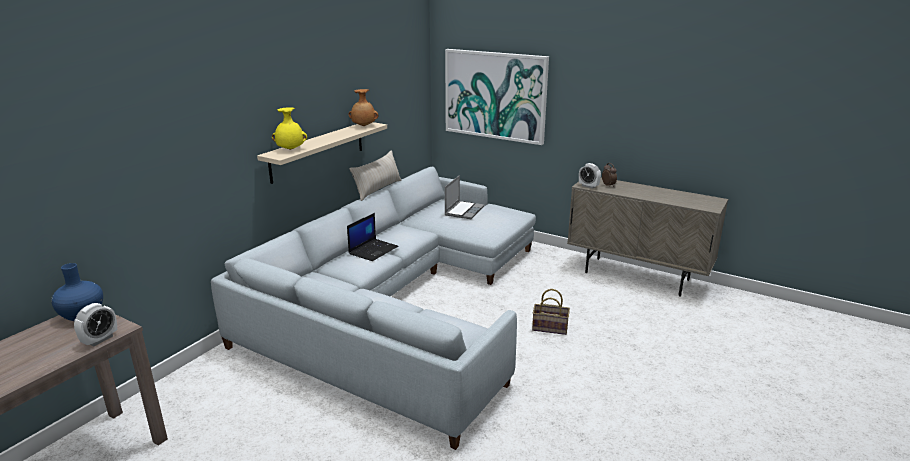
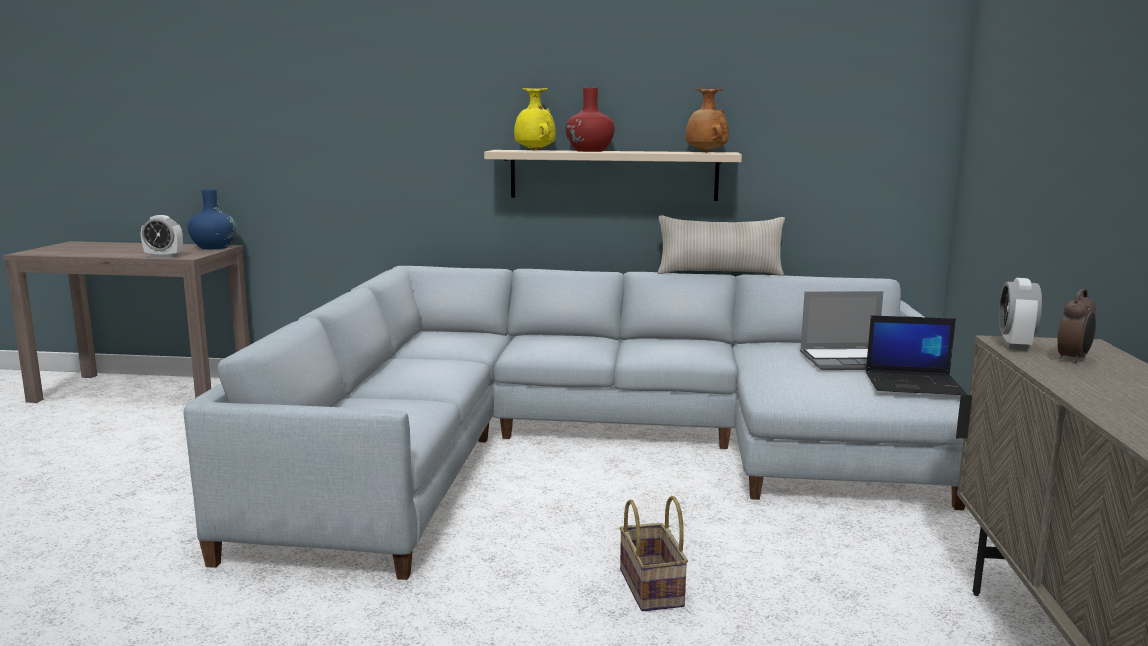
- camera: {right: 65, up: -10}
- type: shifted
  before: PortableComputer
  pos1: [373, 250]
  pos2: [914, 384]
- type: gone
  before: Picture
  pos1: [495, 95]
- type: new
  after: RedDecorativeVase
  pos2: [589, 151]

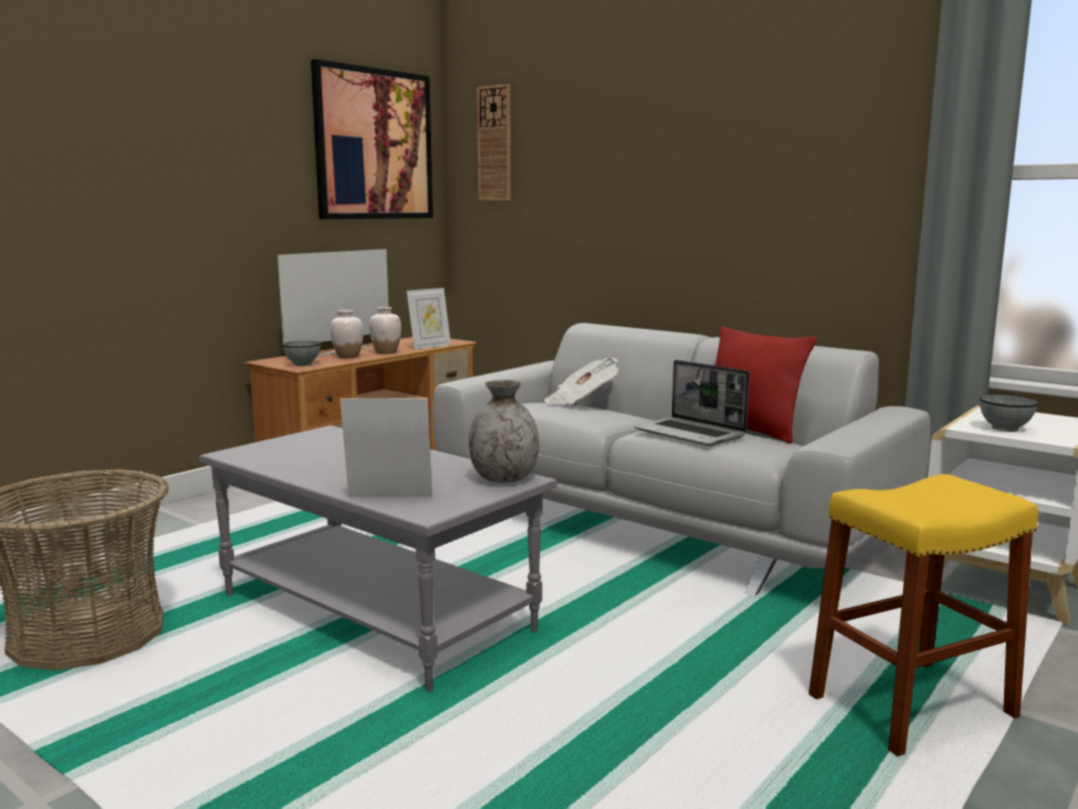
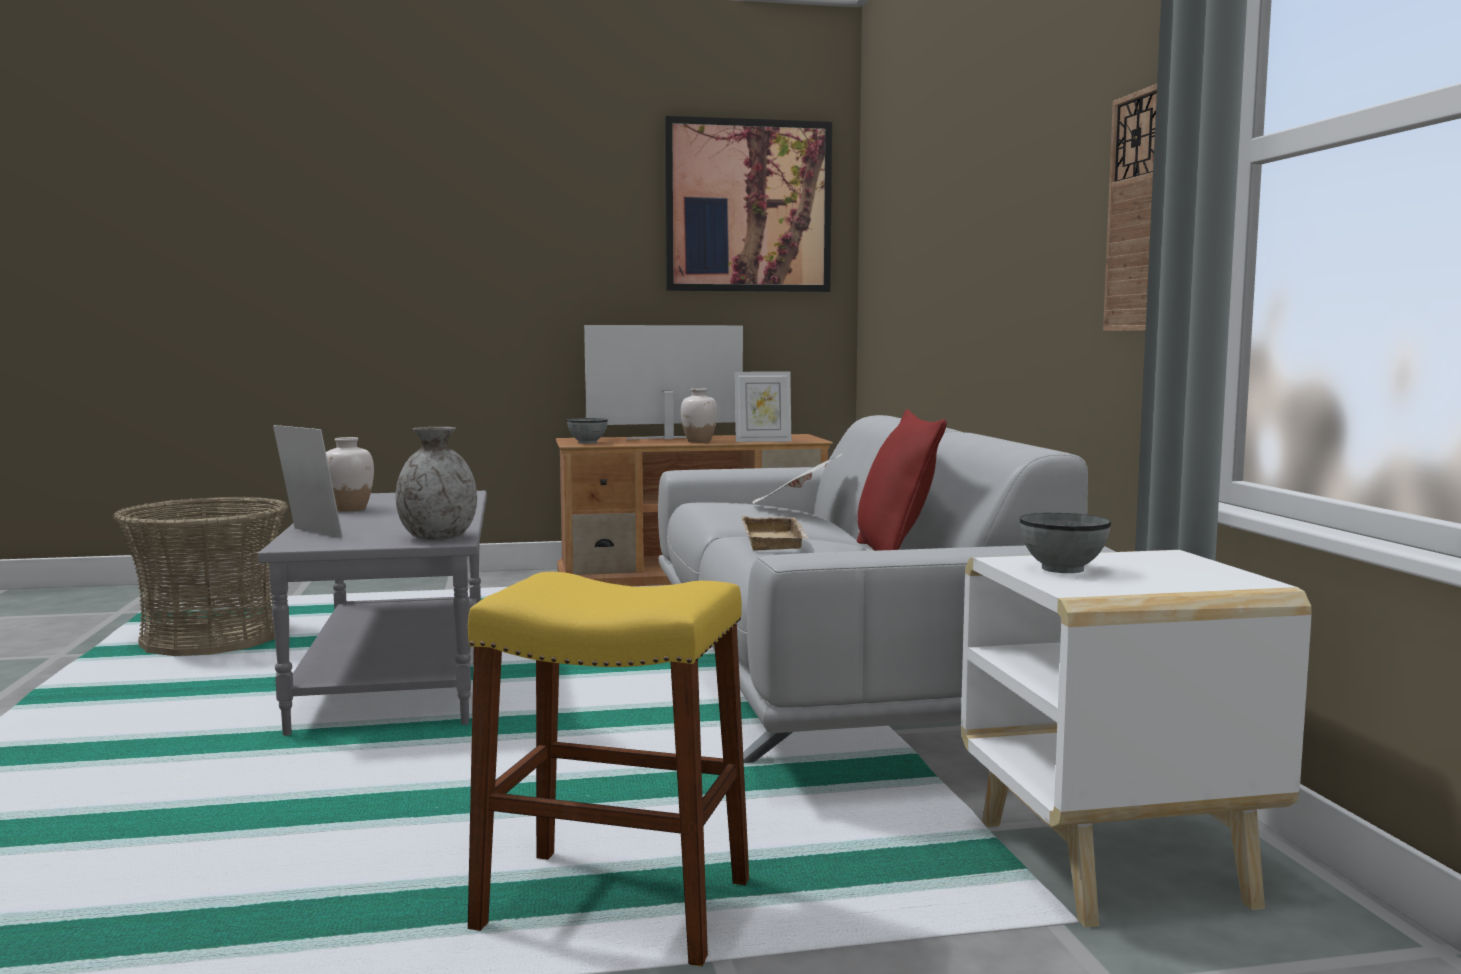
- camera: {right: 40, up: -5}
- type: shifted
  before: WhitishDecorativeVase
  pos1: [348, 357]
  pos2: [349, 509]
- type: shifted
  before: WallClock
  pos1: [495, 143]
  pos2: [1136, 213]
- type: swapped
  before: PortableComputer
  after: SandColouredCarryingTray
  pos1: [691, 434]
  pos2: [777, 541]

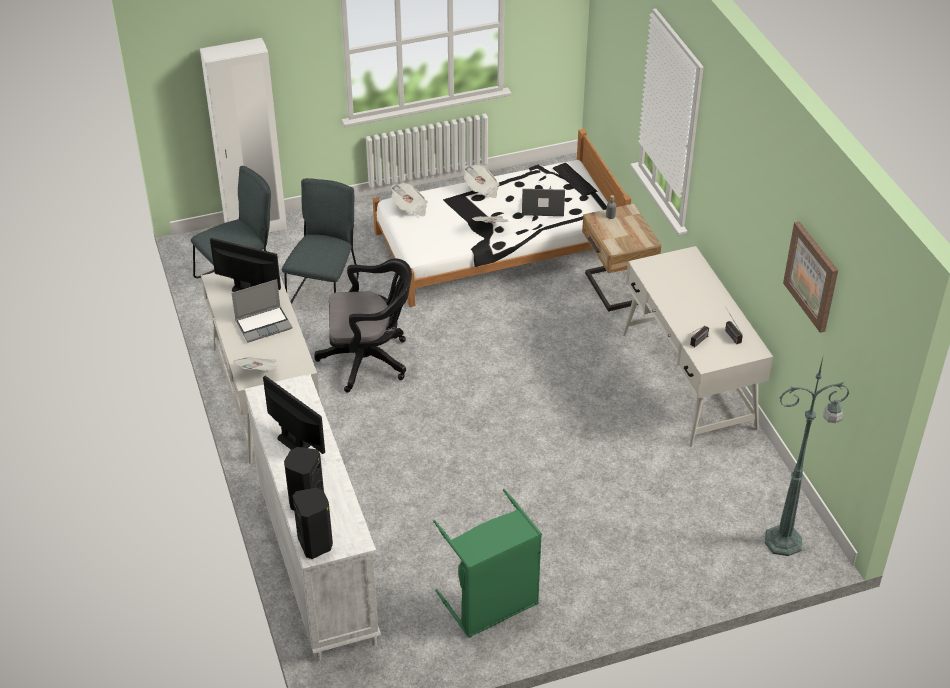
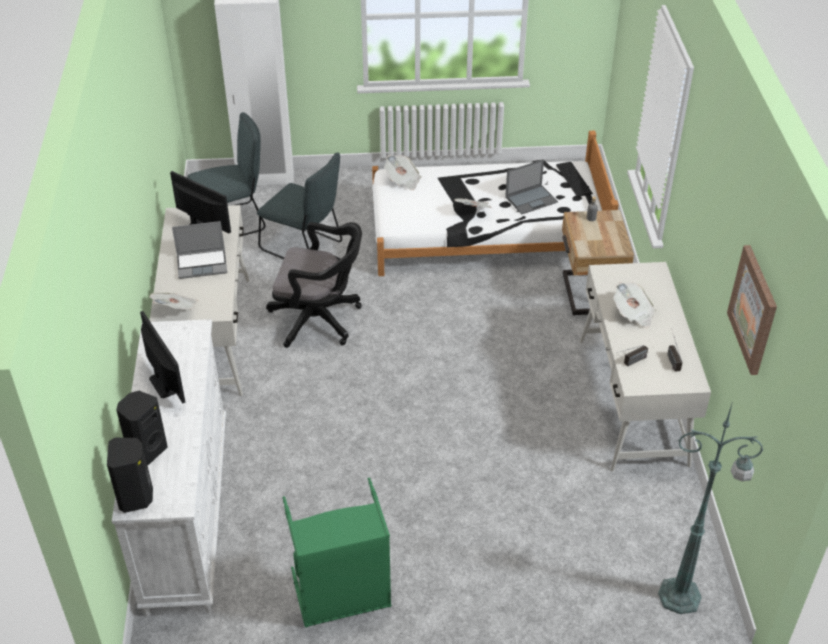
- camera: {right: 15, up: 0}
- type: rotated
  before: GreyishPlainChair
  pos1: [324, 291]
  pos2: [304, 247]
  turn: 90
- type: shifted
  before: Newspaper
  pos1: [482, 189]
  pos2: [633, 314]
- type: rotated
  before: PortableComputer
  pos1: [542, 206]
  pos2: [531, 199]
  turn: 135

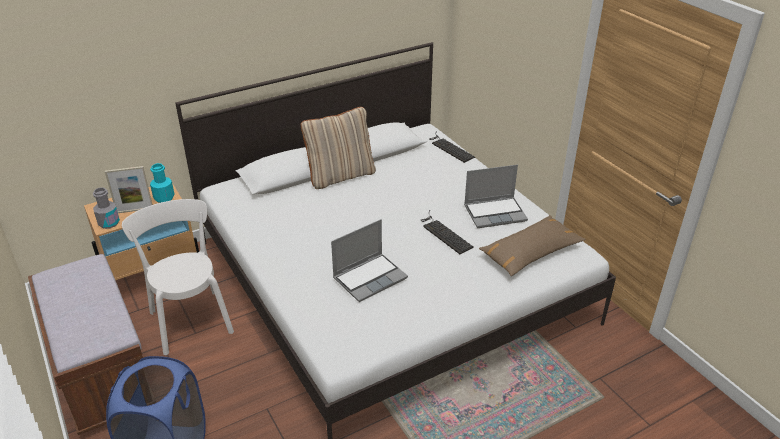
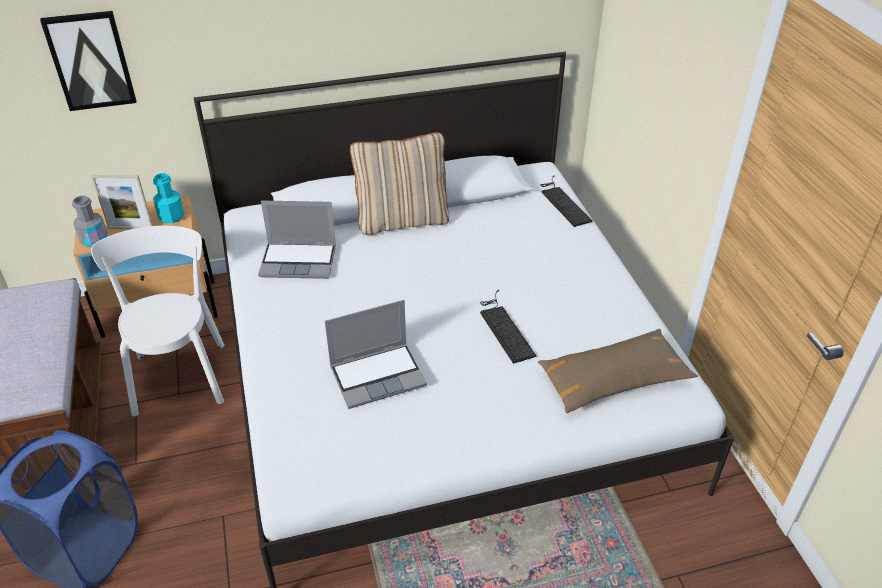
- camera: {right: 15, up: 5}
- type: shifted
  before: PortableComputer
  pos1: [495, 213]
  pos2: [299, 261]
- type: new
  after: Picture
  pos2: [90, 61]

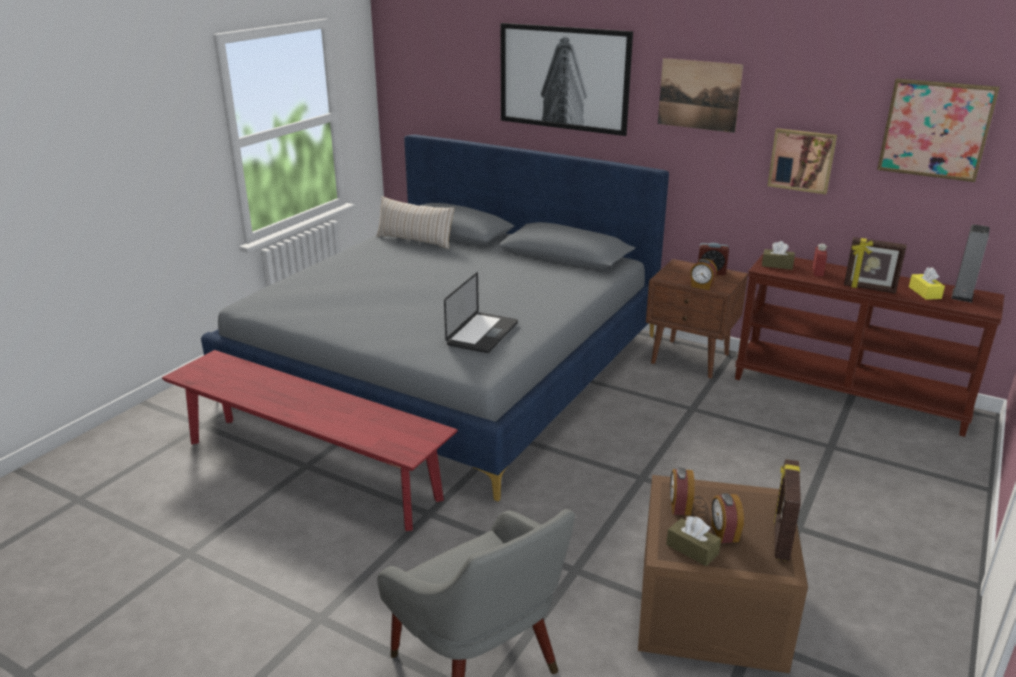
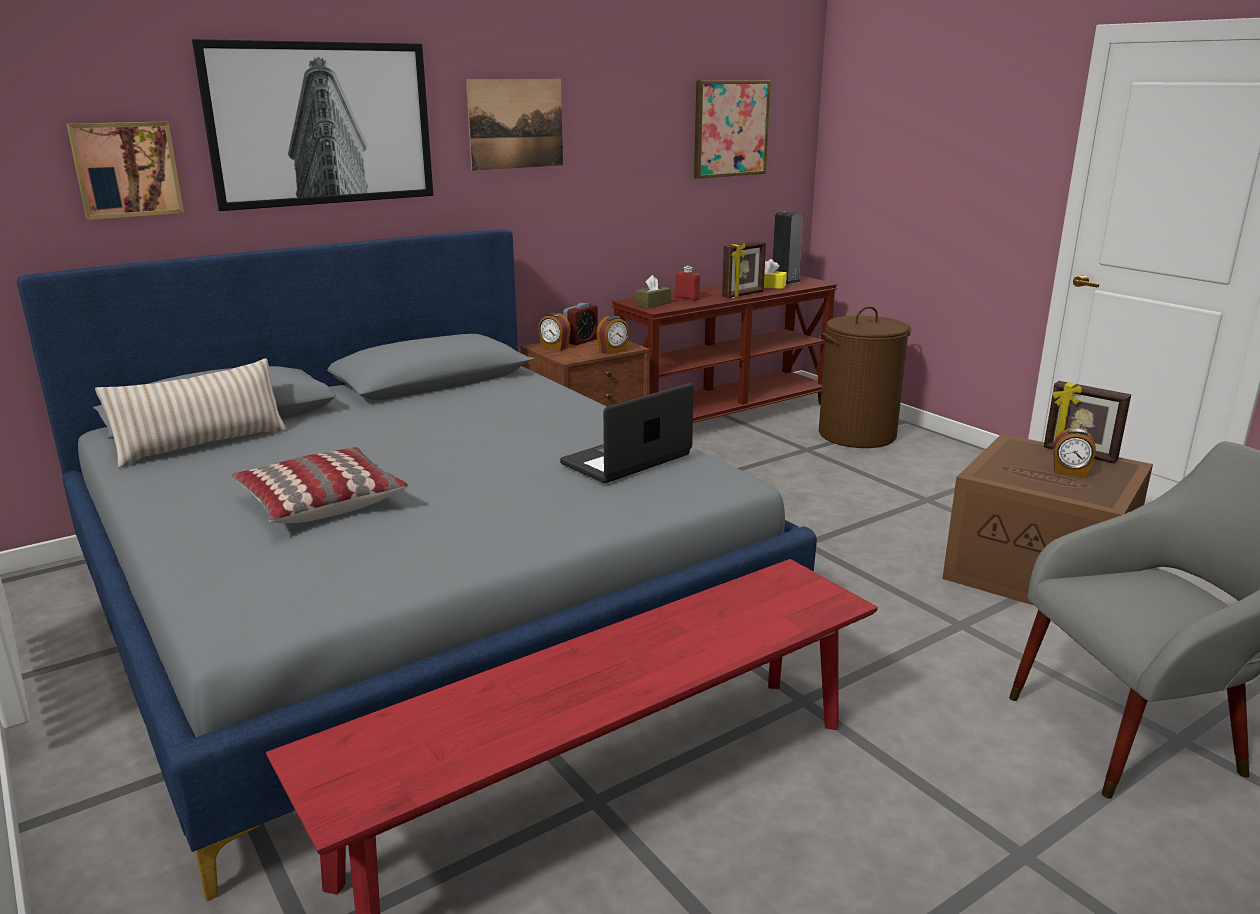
- camera: {right: -65, up: -5}
- type: rotated
  before: PortableComputer
  pos1: [482, 334]
  pos2: [626, 460]
  turn: -90
- type: gone
  before: BrownishTissueBox
  pos1: [692, 549]
- type: shifted
  before: AlarmClock
  pos1: [679, 506]
  pos2: [554, 347]
- type: shifted
  before: Picture
  pos1: [802, 160]
  pos2: [126, 169]
- type: new
  after: Pillow
  pos2: [320, 501]
- type: new
  after: BrownishWashingBasket
  pos2: [857, 434]

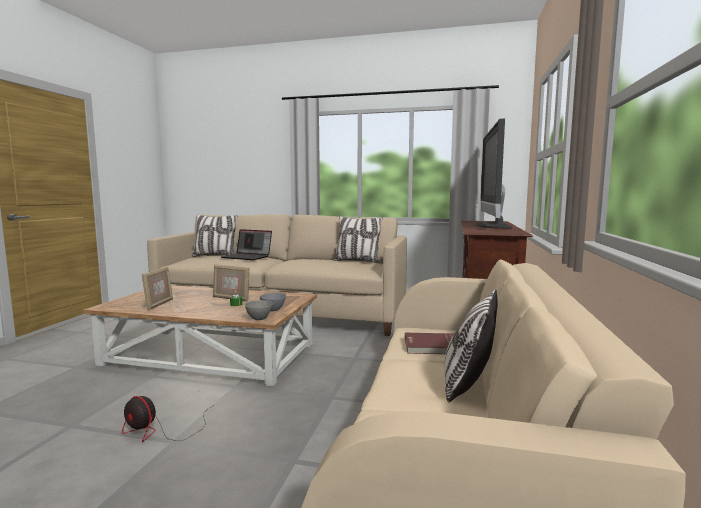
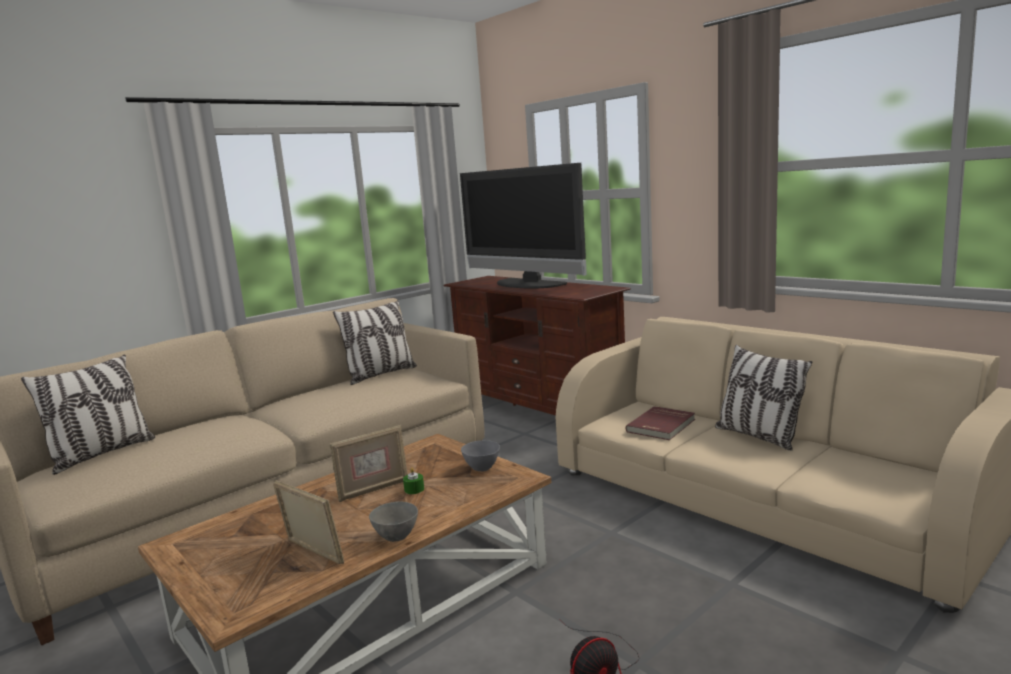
- camera: {right: -55, up: 5}
- type: gone
  before: PortableComputer
  pos1: [247, 257]
- type: shifted
  before: GreyishServingBowl
  pos1: [259, 319]
  pos2: [397, 537]

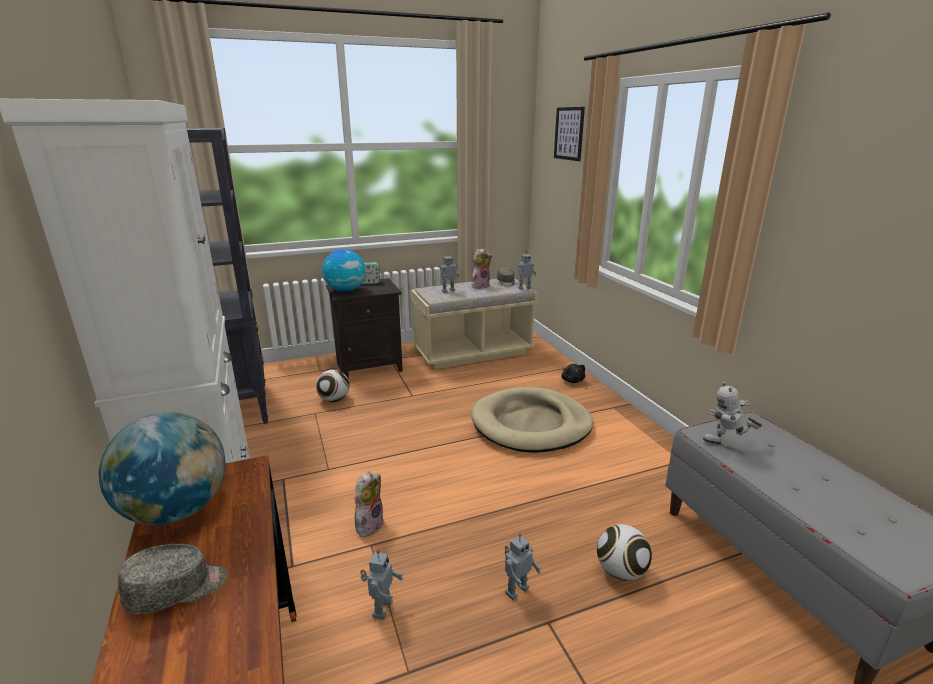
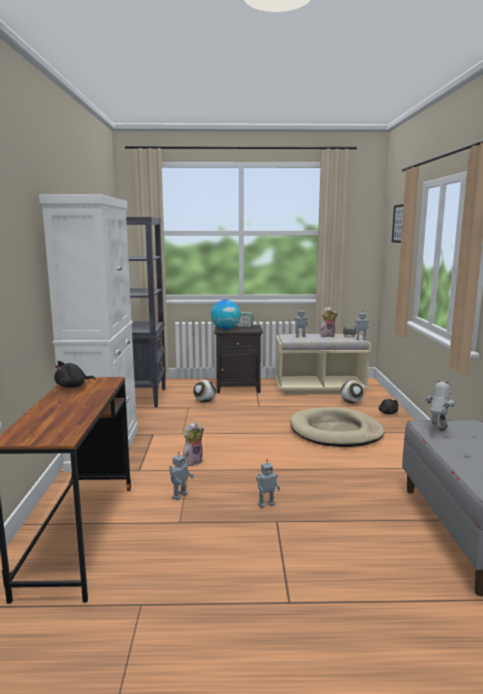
- camera: {right: 20, up: -10}
- type: swapped
  before: WorldGlobe
  after: BlackishCuddlyToy
  pos1: [177, 510]
  pos2: [73, 386]
- type: gone
  before: GreyishPeakedCap
  pos1: [177, 589]
- type: shifted
  before: BallForFootball
  pos1: [621, 571]
  pos2: [351, 403]
- type: rotated
  before: ToyRobot
  pos1: [727, 445]
  pos2: [436, 431]
  turn: 105

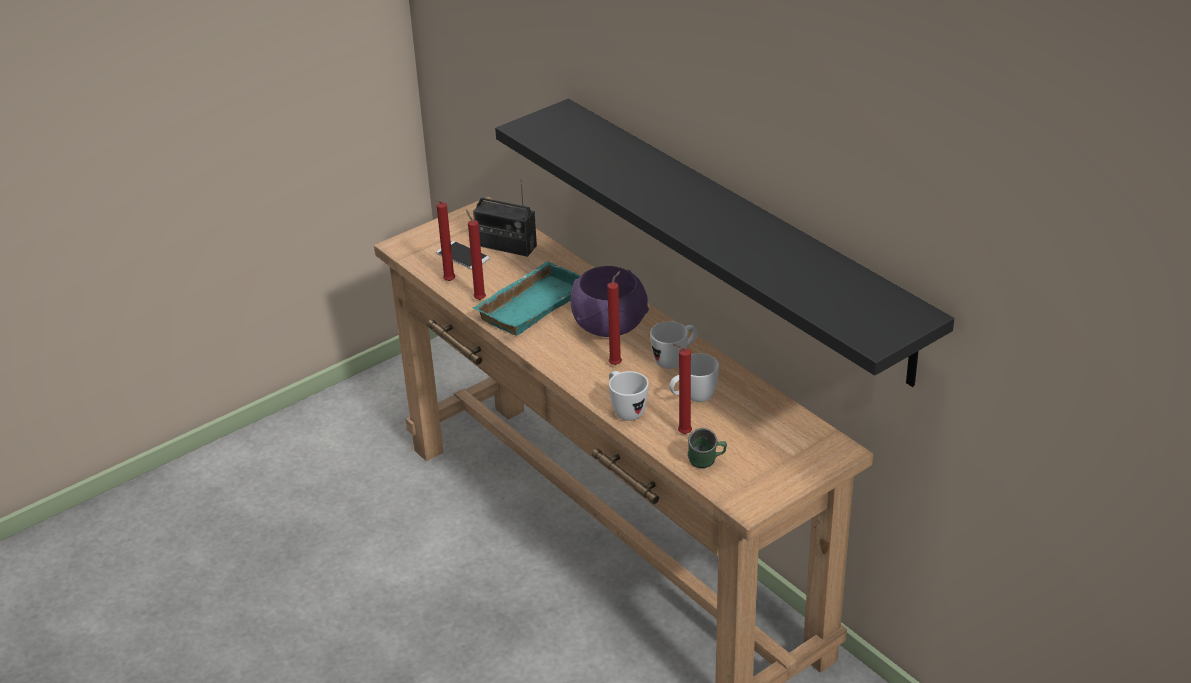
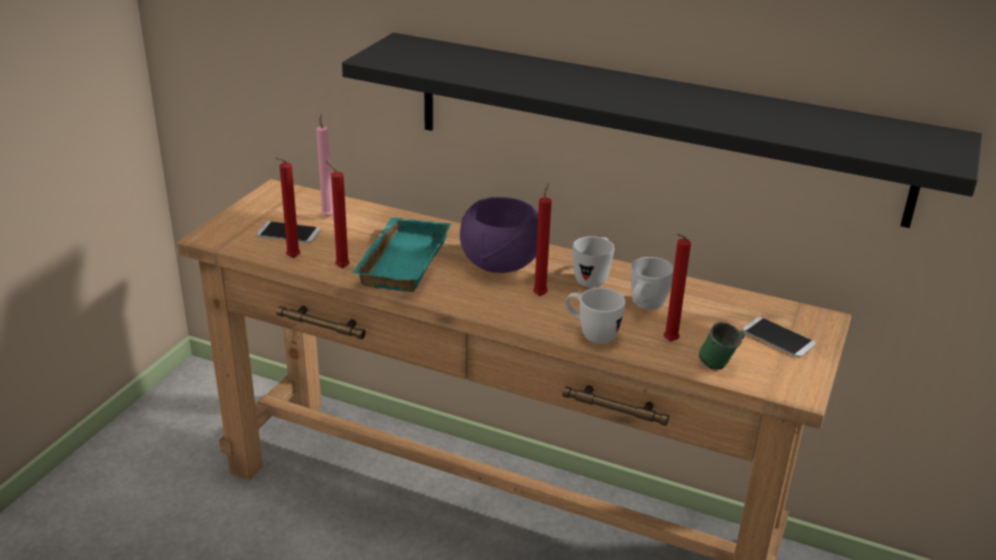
- camera: {right: -30, up: -5}
- type: swapped
  before: RadioSet
  after: PinkishCandle
  pos1: [506, 246]
  pos2: [328, 216]
- type: new
  after: Phone
  pos2: [778, 338]

